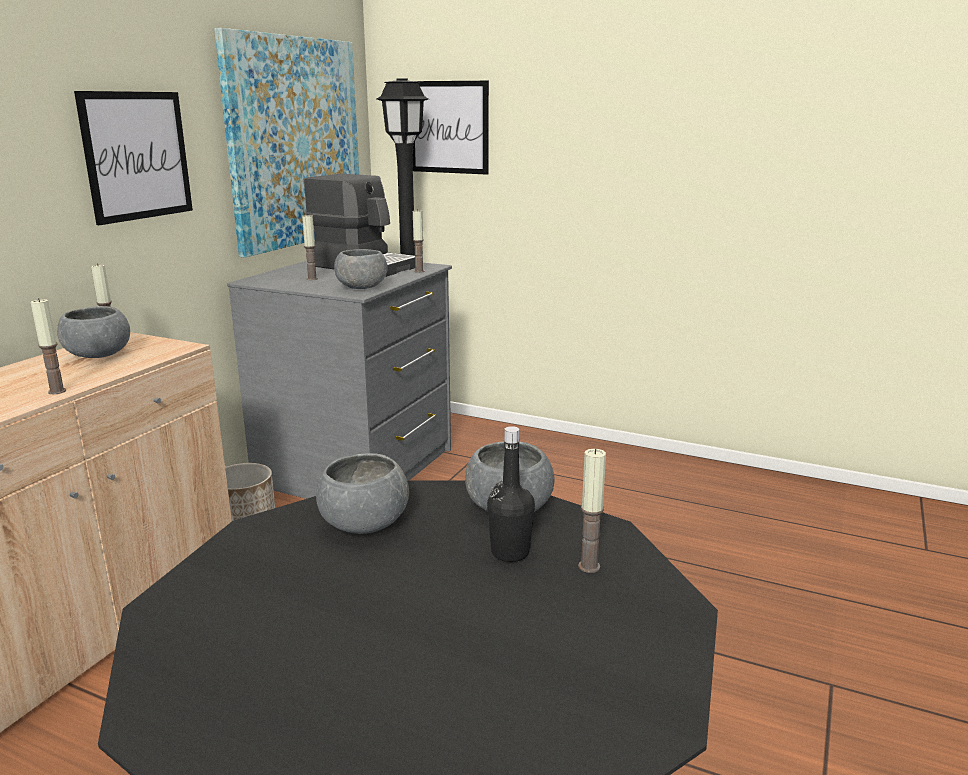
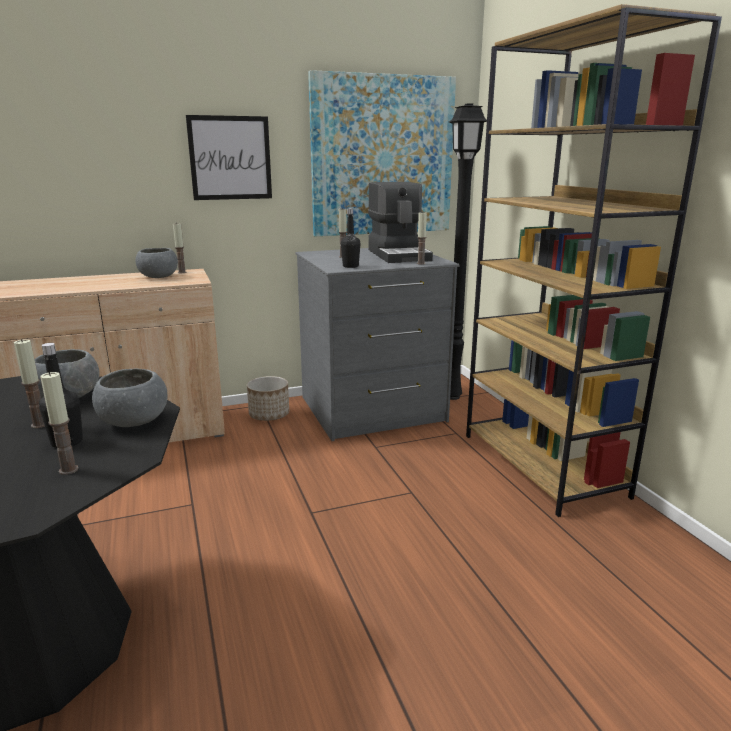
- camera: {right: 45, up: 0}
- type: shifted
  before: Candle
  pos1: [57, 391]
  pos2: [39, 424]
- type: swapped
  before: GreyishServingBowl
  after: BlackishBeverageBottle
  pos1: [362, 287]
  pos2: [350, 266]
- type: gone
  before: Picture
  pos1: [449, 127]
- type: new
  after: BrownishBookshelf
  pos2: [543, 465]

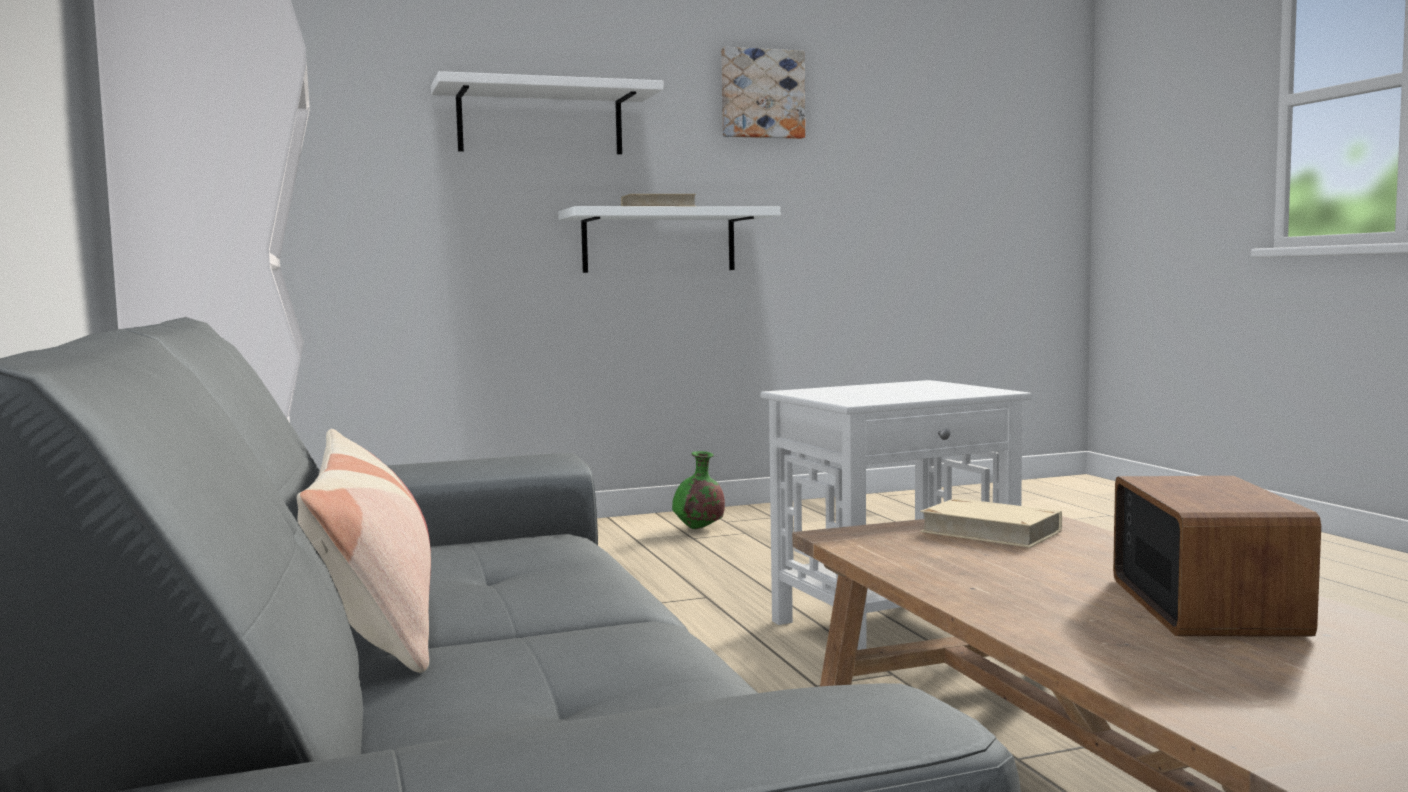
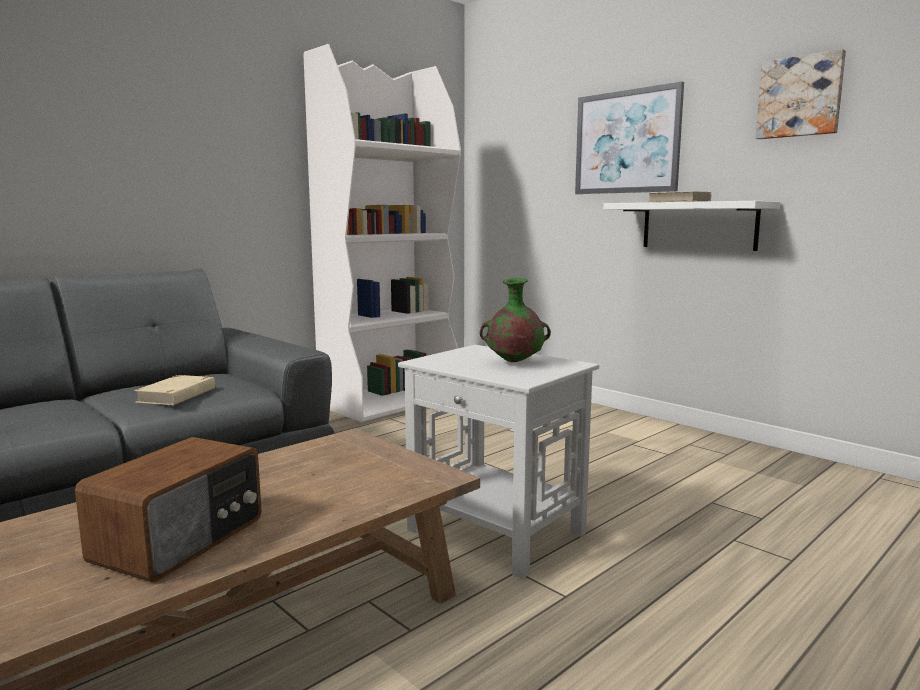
- camera: {right: 65, up: 5}
- type: gone
  before: Pillow
  pos1: [374, 618]
- type: swapped
  before: WhitishBracketShelf
  after: Picture
  pos1: [540, 121]
  pos2: [626, 142]
- type: shifted
  before: GreenishDecorativeVase
  pos1: [698, 529]
  pos2: [513, 363]
- type: shifted
  before: SandColouredVolume
  pos1: [990, 531]
  pos2: [177, 395]
- type: rotated
  before: RadioSet
  pos1: [1208, 606]
  pos2: [182, 539]
  turn: -45

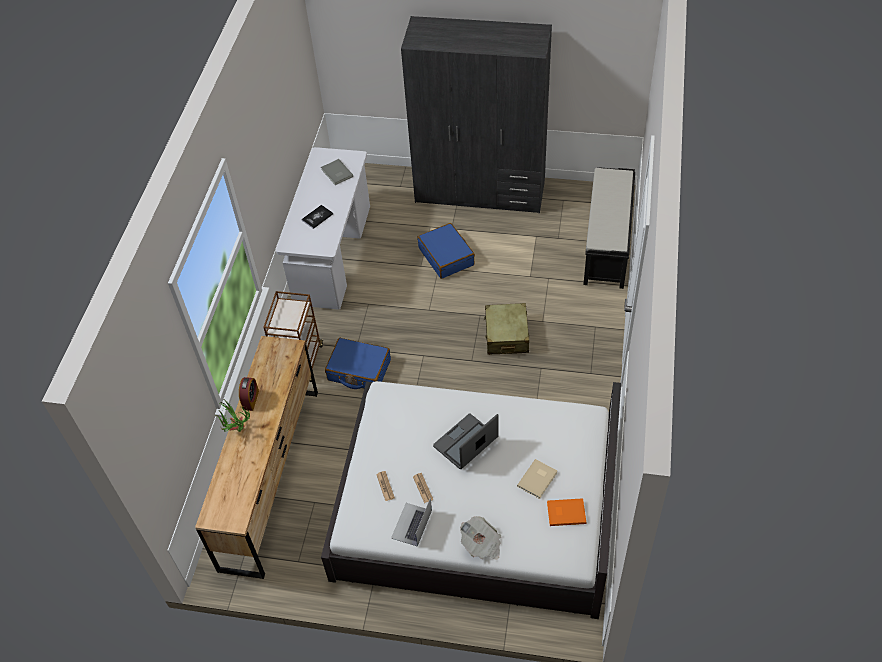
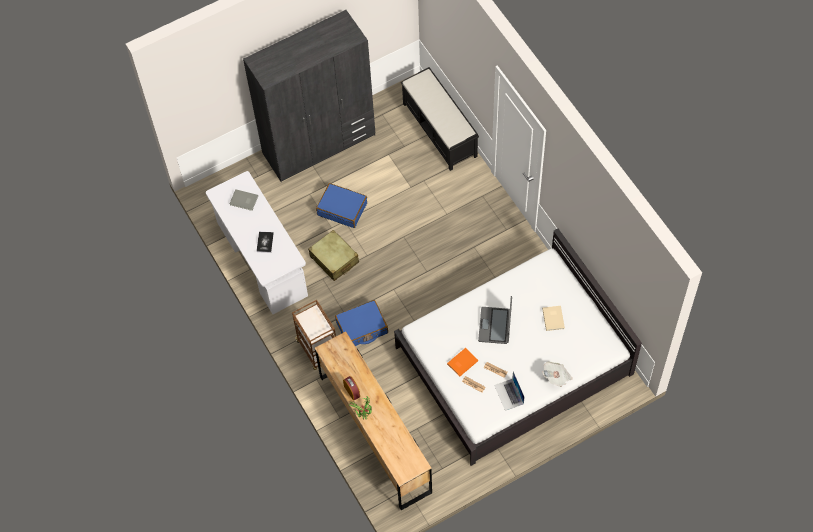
- camera: {right: -40, up: 10}
- type: shifted
  before: SandColouredPieceOfLuggage
  pos1: [506, 335]
  pos2: [334, 259]
- type: shifted
  before: OrangeyVolume
  pos1: [565, 512]
  pos2: [461, 362]

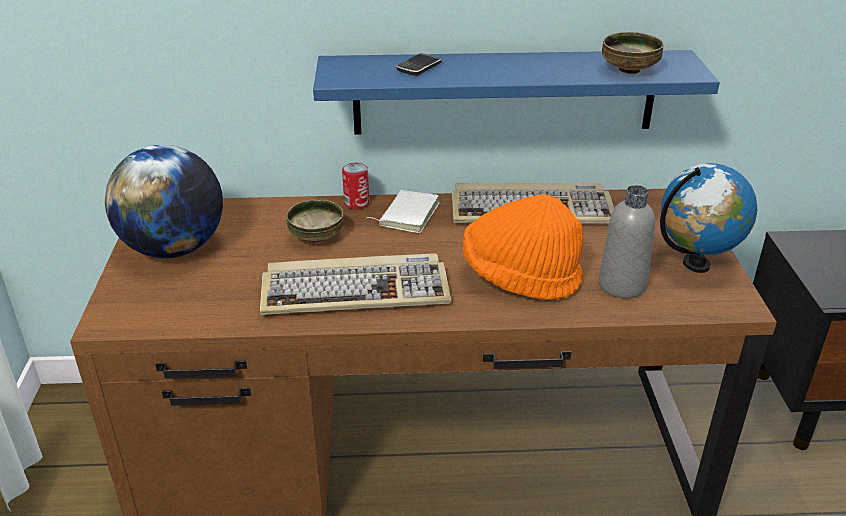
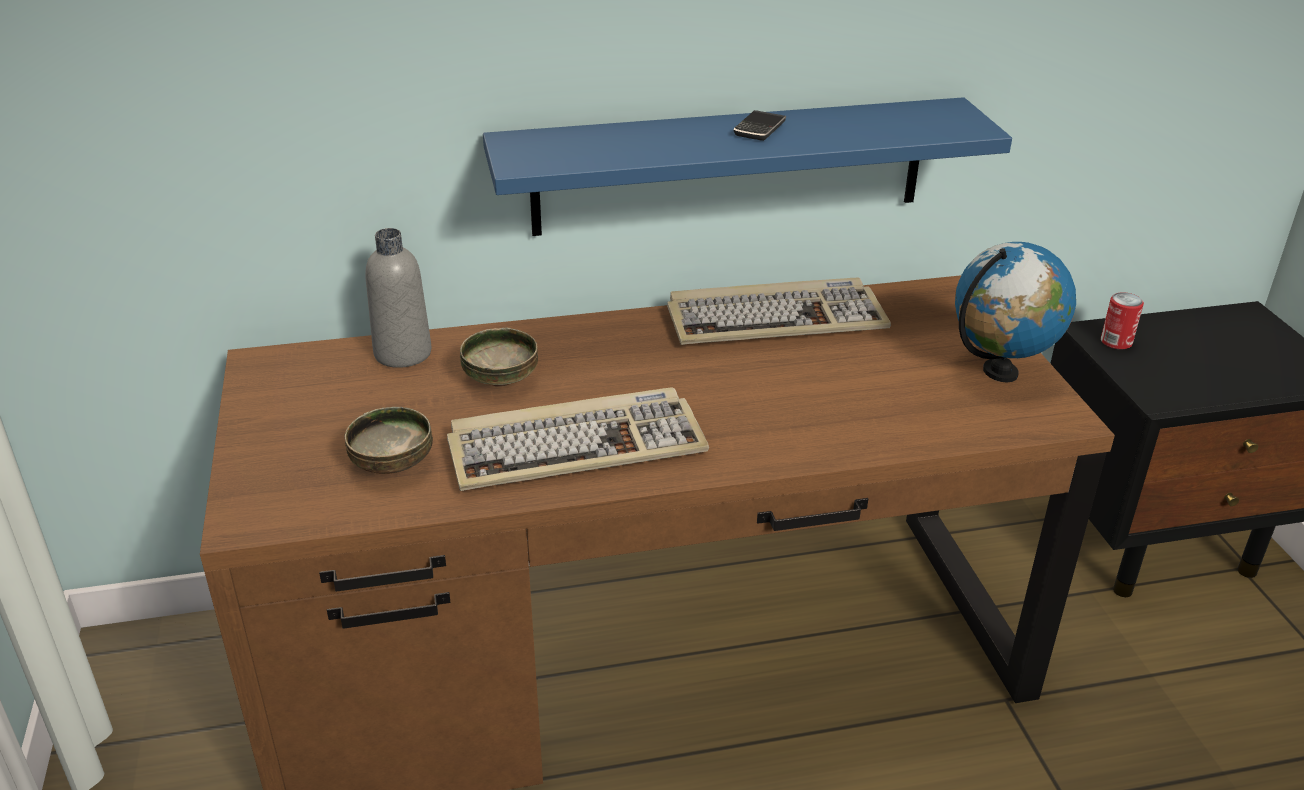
- camera: {right: -10, up: 0}
- type: gone
  before: WorldGlobe
  pos1: [174, 248]
- type: shifted
  before: Can
  pos1: [356, 203]
  pos2: [1116, 342]
- type: gone
  before: WhitishVolume
  pos1: [407, 214]
- type: shifted
  before: Phone
  pos1: [419, 67]
  pos2: [759, 129]
- type: gone
  before: OrangeyWearableHat
  pos1: [520, 277]
- type: shifted
  before: GreyishBeverageBottle
  pos1: [621, 285]
  pos2: [403, 353]
- type: shifted
  before: ServingBowl
  pos1: [630, 70]
  pos2: [393, 465]

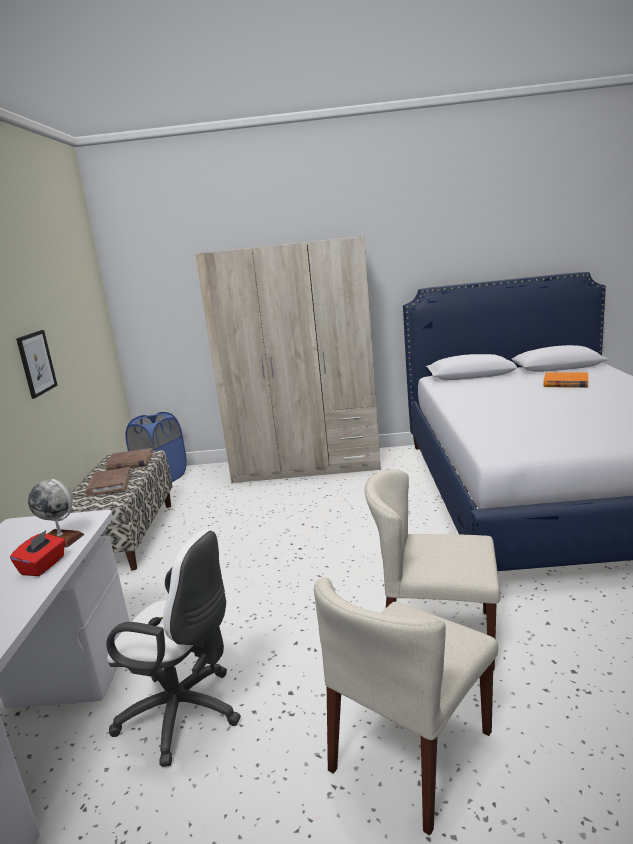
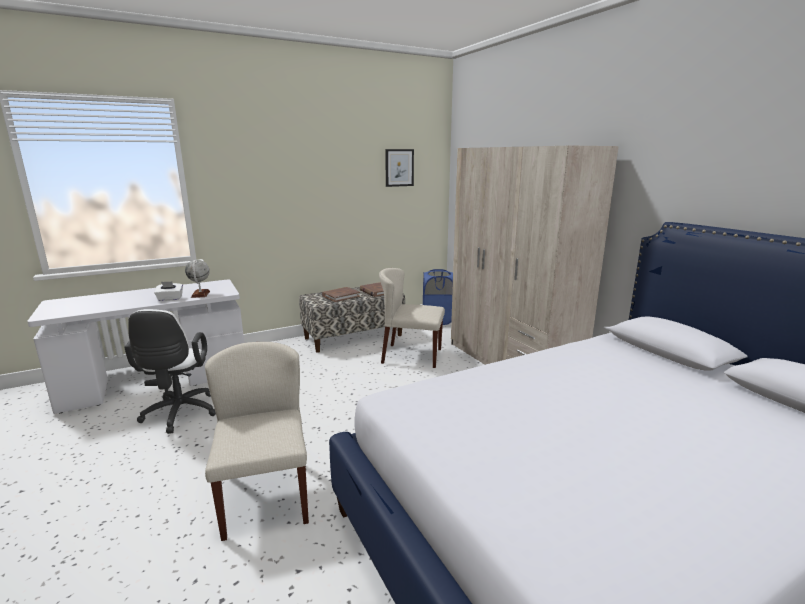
- camera: {right: 60, up: 0}
- type: repainted
  before: RedTissueBox
  after: WhitishTissueBox
  pos1: [43, 566]
  pos2: [170, 299]
- type: shifted
  before: Picture
  pos1: [36, 363]
  pos2: [399, 167]
- type: shifted
  before: SandColouredPlainChair
  pos1: [411, 752]
  pos2: [411, 356]
- type: gone
  before: OrangeyVolume
  pos1: [565, 383]

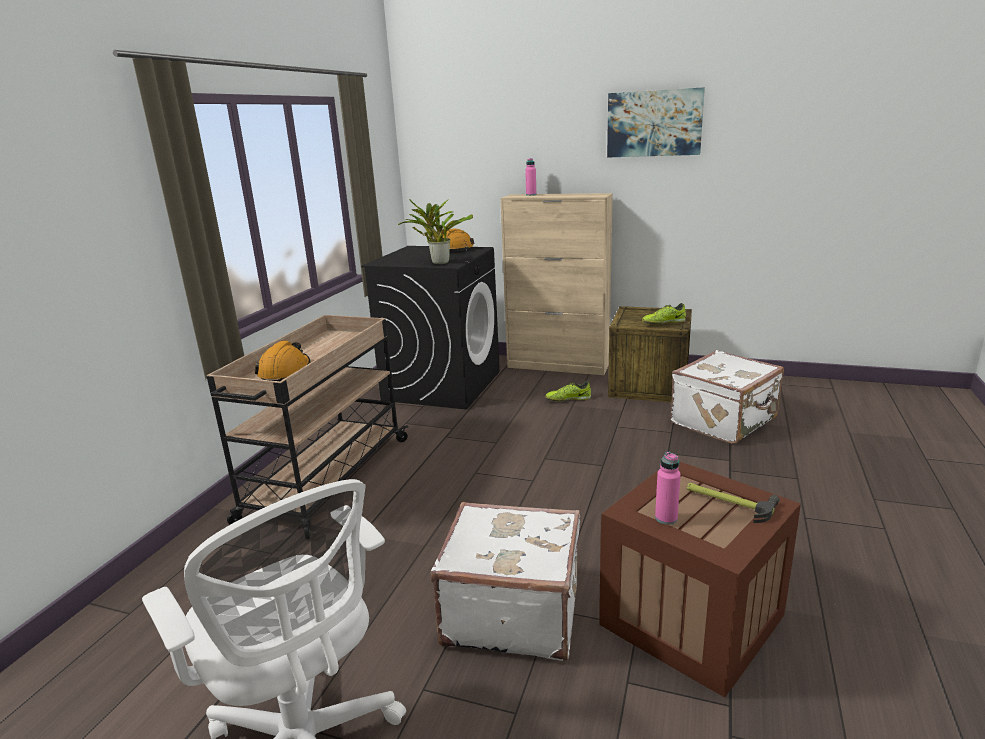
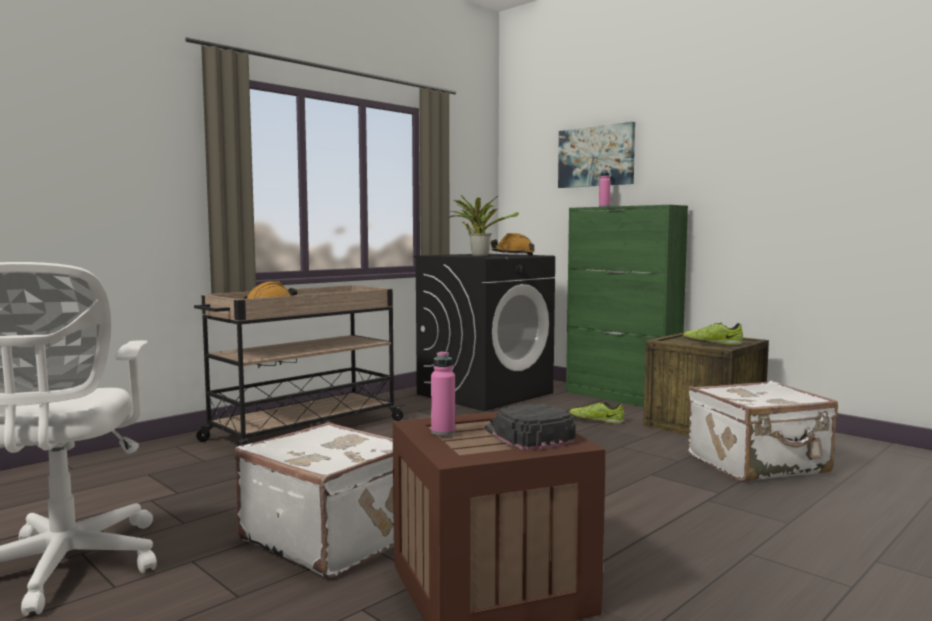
- camera: {right: 25, up: -15}
- type: repainted
  before: SandColouredCabinet
  after: GreenishCabinet
  pos1: [558, 366]
  pos2: [621, 398]
- type: shifted
  before: Picture
  pos1: [654, 123]
  pos2: [596, 156]
- type: swapped
  before: HandHammer
  after: BlackishPeakedCap
  pos1: [728, 501]
  pos2: [526, 435]

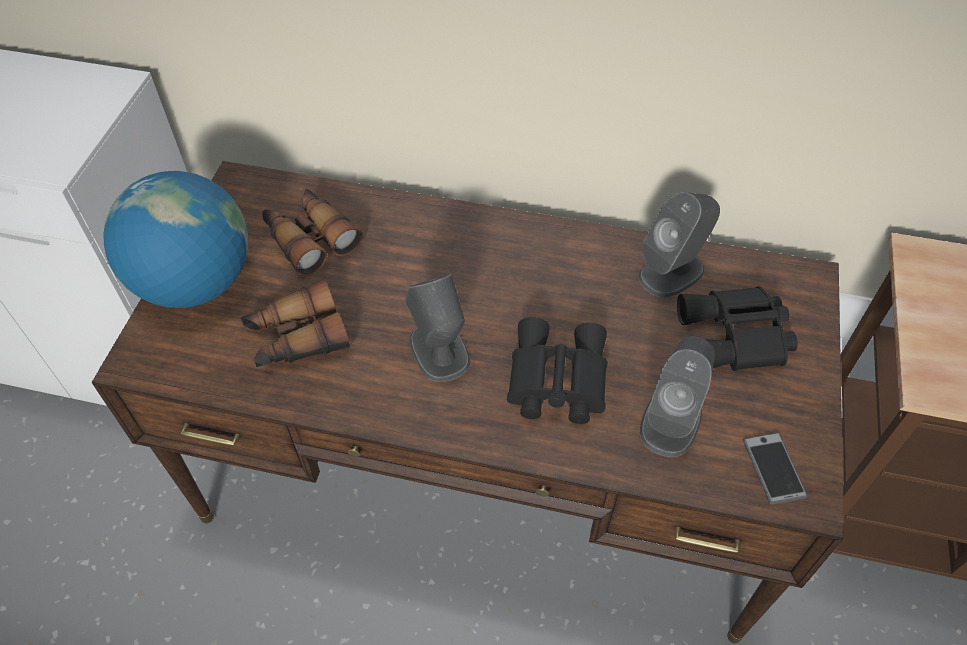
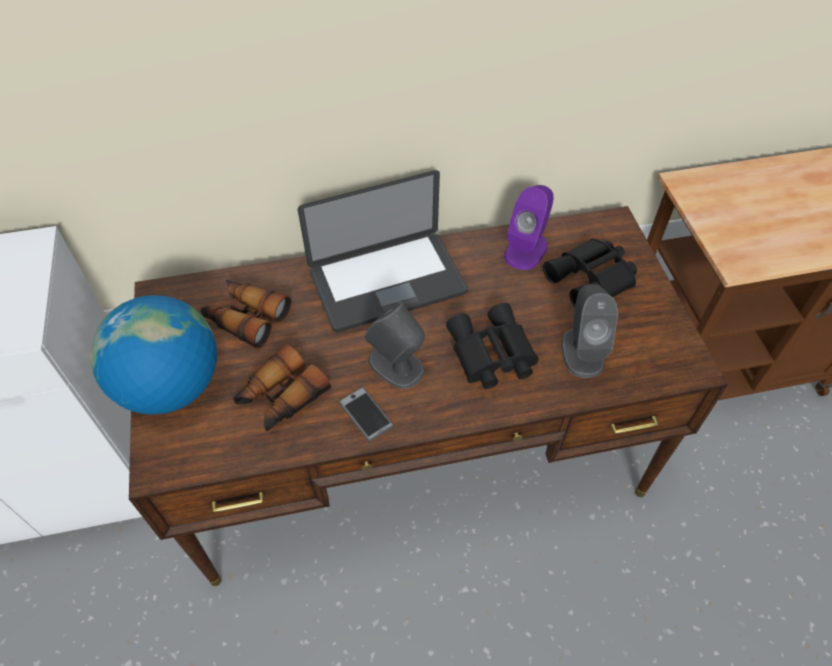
- camera: {right: -25, up: 0}
- type: repainted
  before: GreyishSpeaker
  after: PurpleColouredSpeaker
  pos1: [672, 272]
  pos2: [526, 249]
- type: shifted
  before: Phone
  pos1: [774, 468]
  pos2: [366, 414]
- type: new
  after: PortableComputer
  pos2: [387, 283]

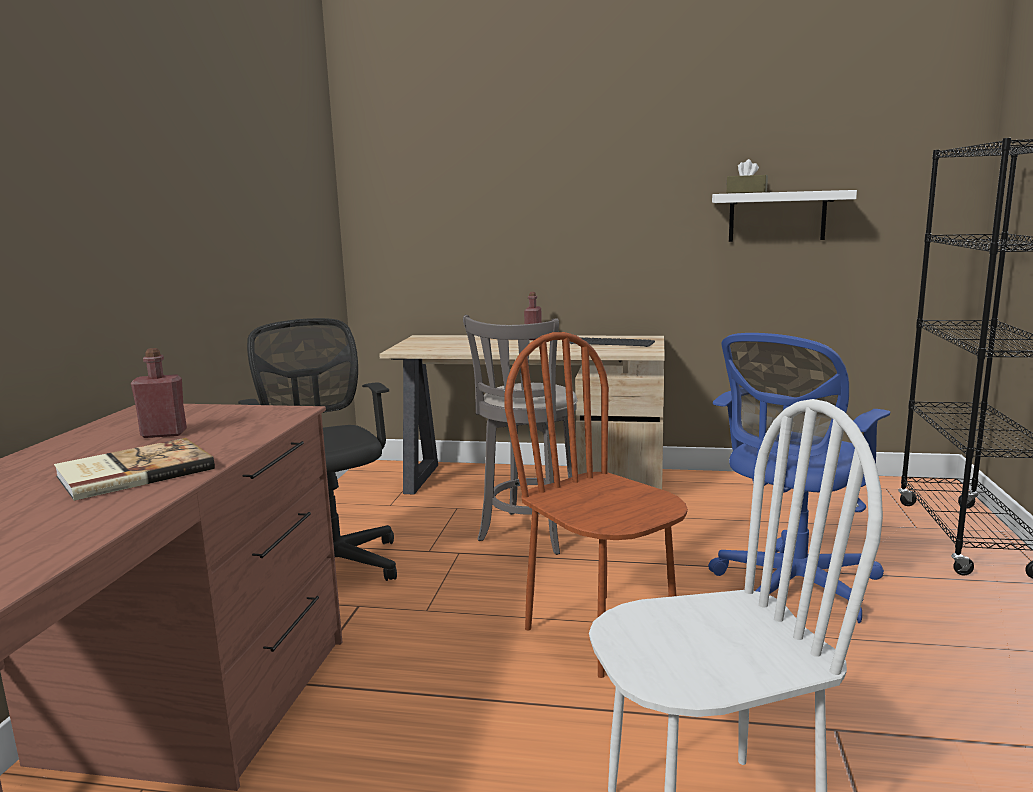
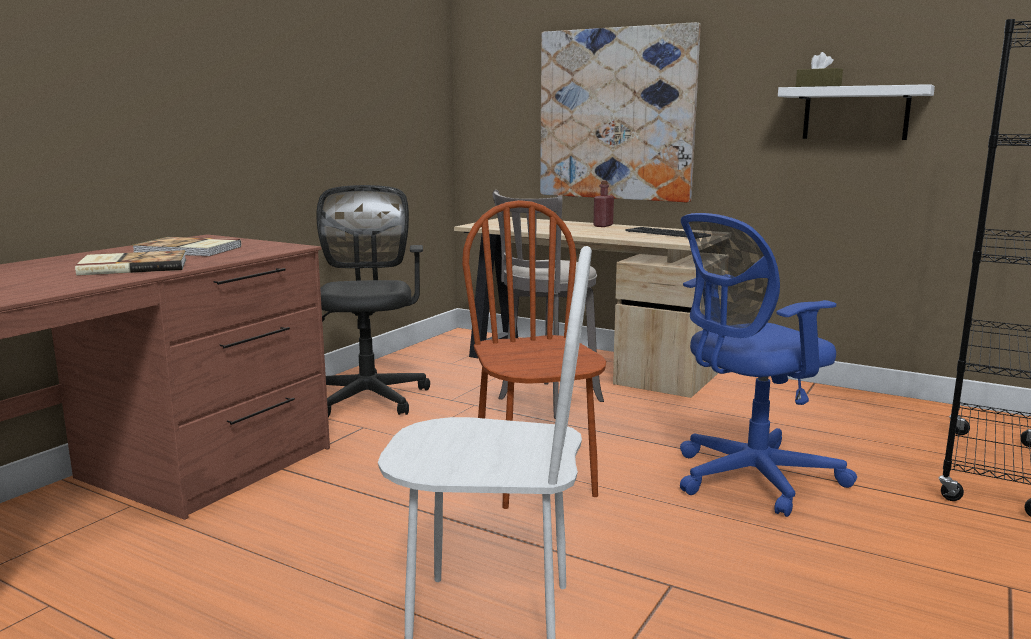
- camera: {right: 20, up: 0}
- type: swapped
  before: RedBeverageBottle
  after: Volume
  pos1: [164, 434]
  pos2: [188, 250]
- type: new
  after: Picture
  pos2: [616, 115]

